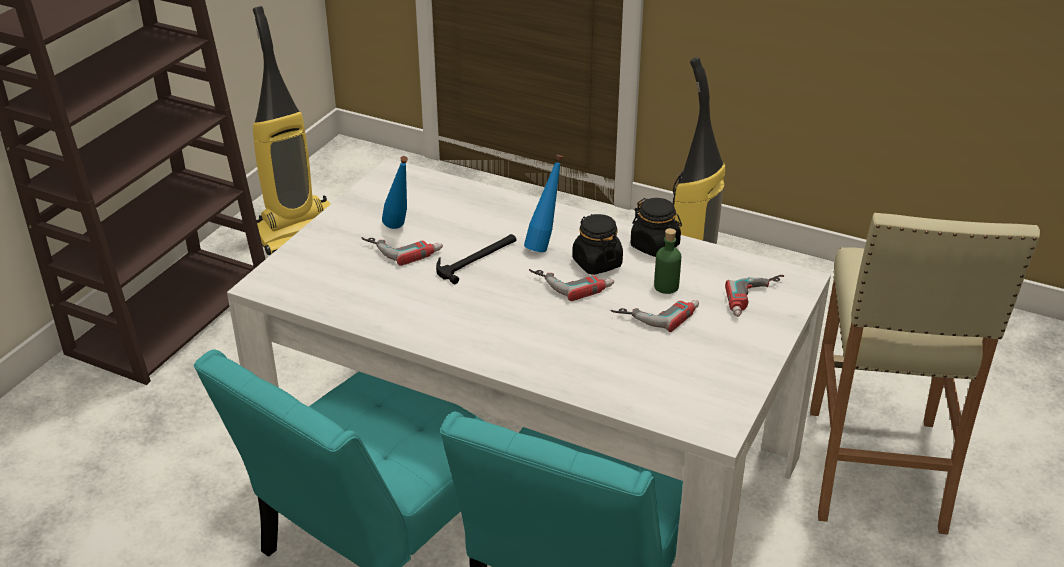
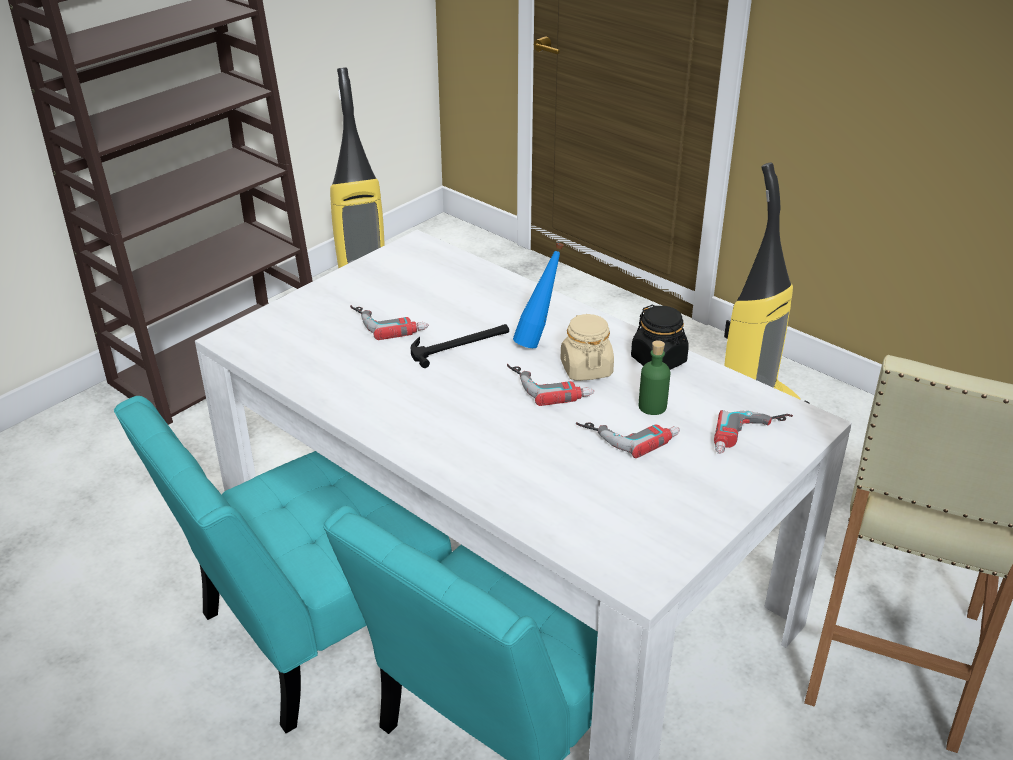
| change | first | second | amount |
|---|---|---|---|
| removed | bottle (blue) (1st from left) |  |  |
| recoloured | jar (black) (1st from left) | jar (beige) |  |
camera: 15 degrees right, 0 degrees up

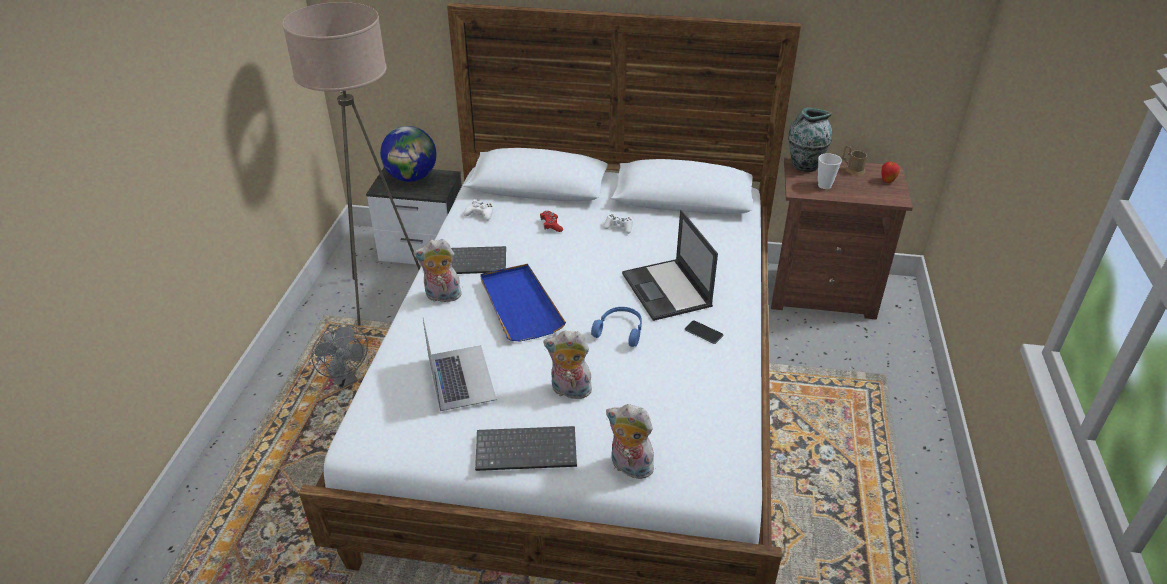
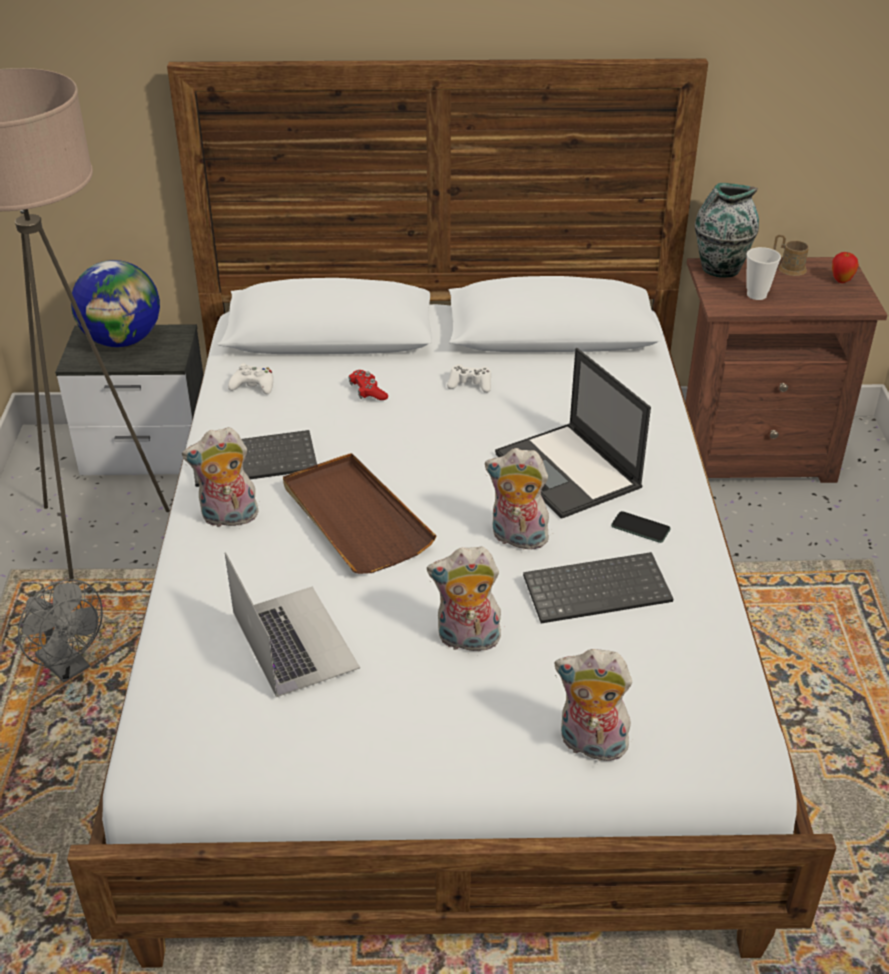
| change | first | second | amount |
|---|---|---|---|
| recoloured | tray (blue) | tray (brown) |  |
| replaced | headphones (blue) | plush toy (3rd from left) |  |
| moved | keyboard (2nd from left) |  |  |
camera: 10 degrees left, 0 degrees up

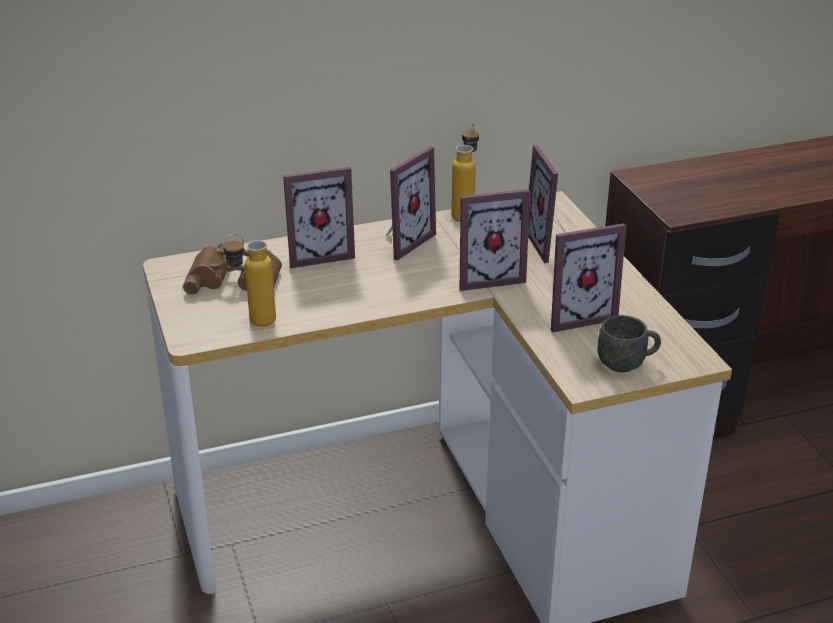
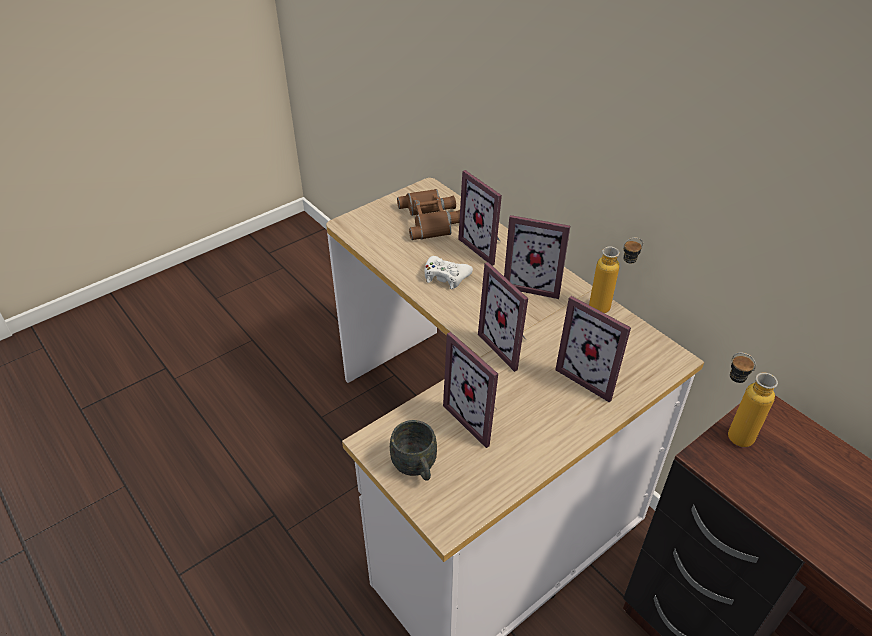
| change | first | second | amount |
|---|---|---|---|
| turned | picture frame (4th from left in the first image) | picture frame (5th from left) | 105 degrees counterclockwise |
| moved | bottle (1st from left in the first image) | bottle (2nd from left) |  |
| added |  | game controller (white) |  |
camera: 70 degrees right, 10 degrees up

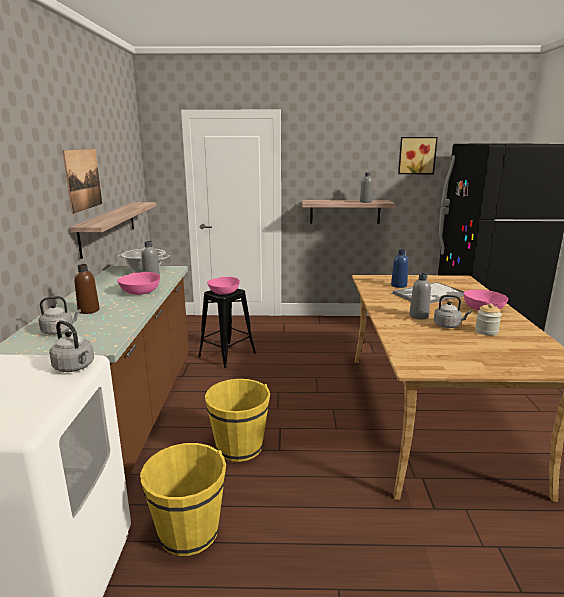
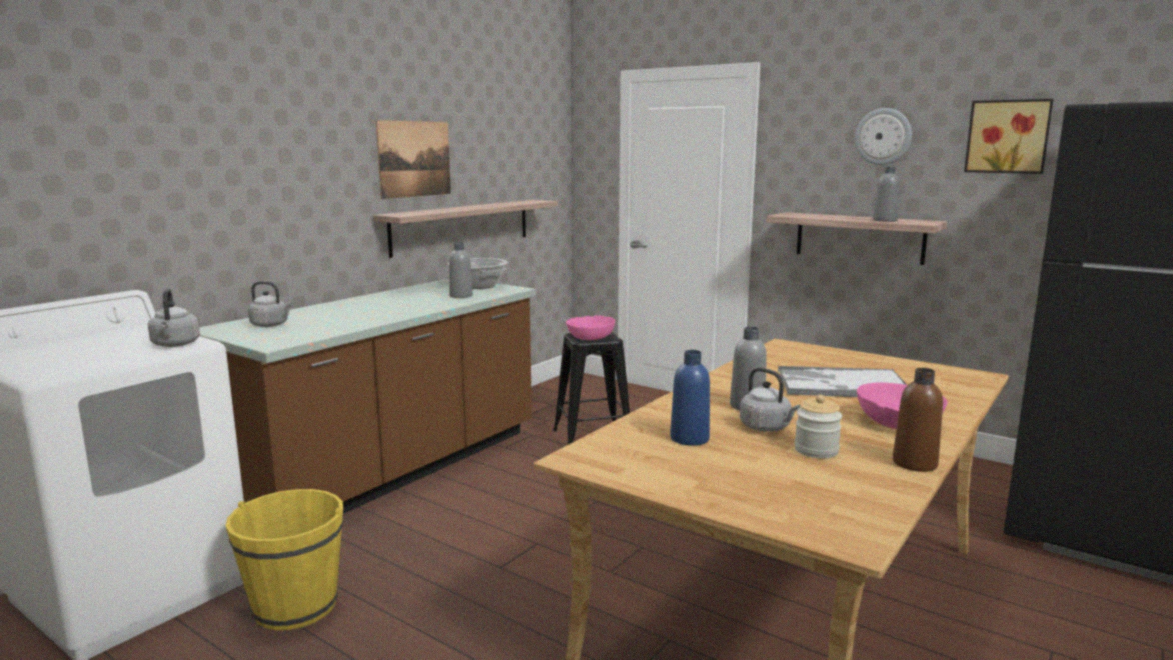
| change | first | second | amount |
|---|---|---|---|
| moved | bottle (blue) |  |  |
| moved | bottle (brown) |  |  |
| removed | bowl (pink) (1st from left) |  |  |
| removed | bucket (yellow) (2nd from left) |  |  |
| added |  | wall clock |  |
camera: 35 degrees right, 5 degrees down

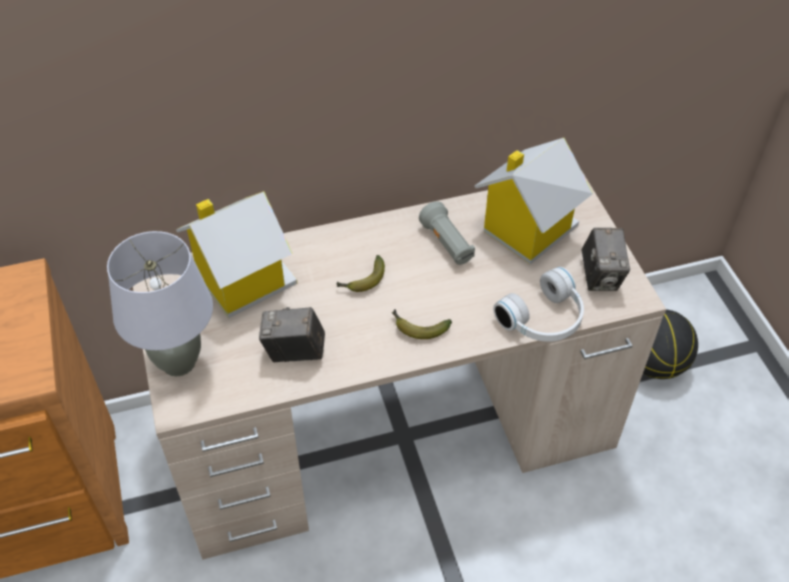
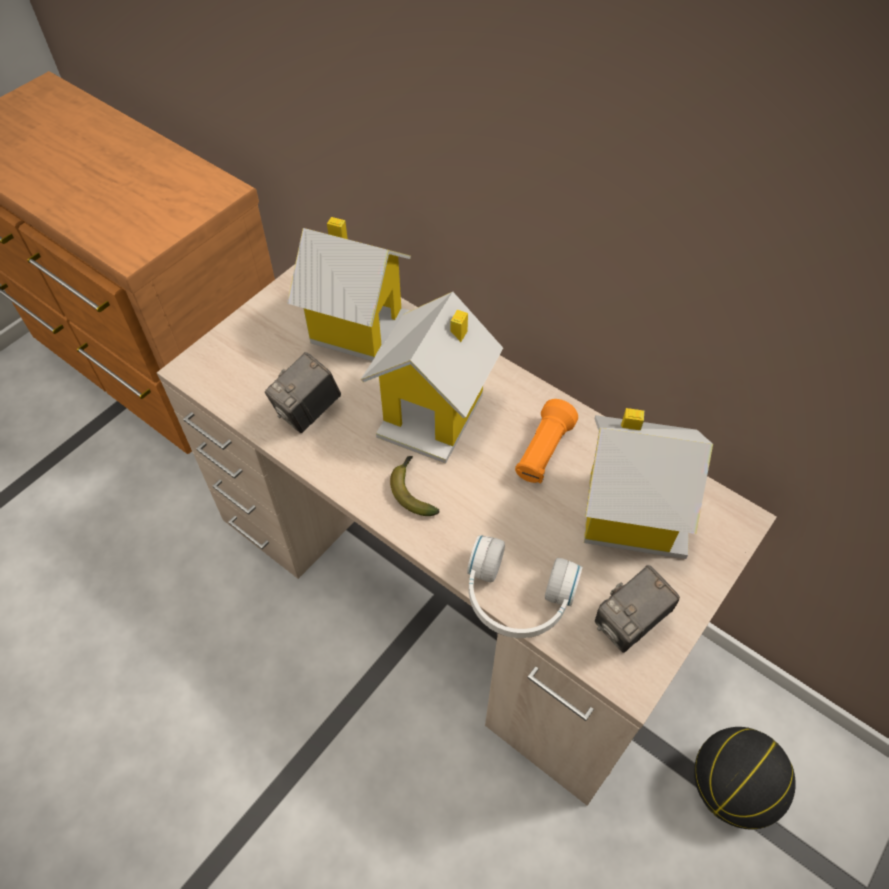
| change | first | second | amount |
|---|---|---|---|
| recoloured | flashlight (grey) | flashlight (orange) |  |
| removed | table lamp (grey) |  |  |
| replaced | banana (1st from left) | toy house (2nd from left) |  |
| turned | photo camera (1st from left) |  | 105 degrees counterclockwise |
camera: 55 degrees right, 5 degrees up

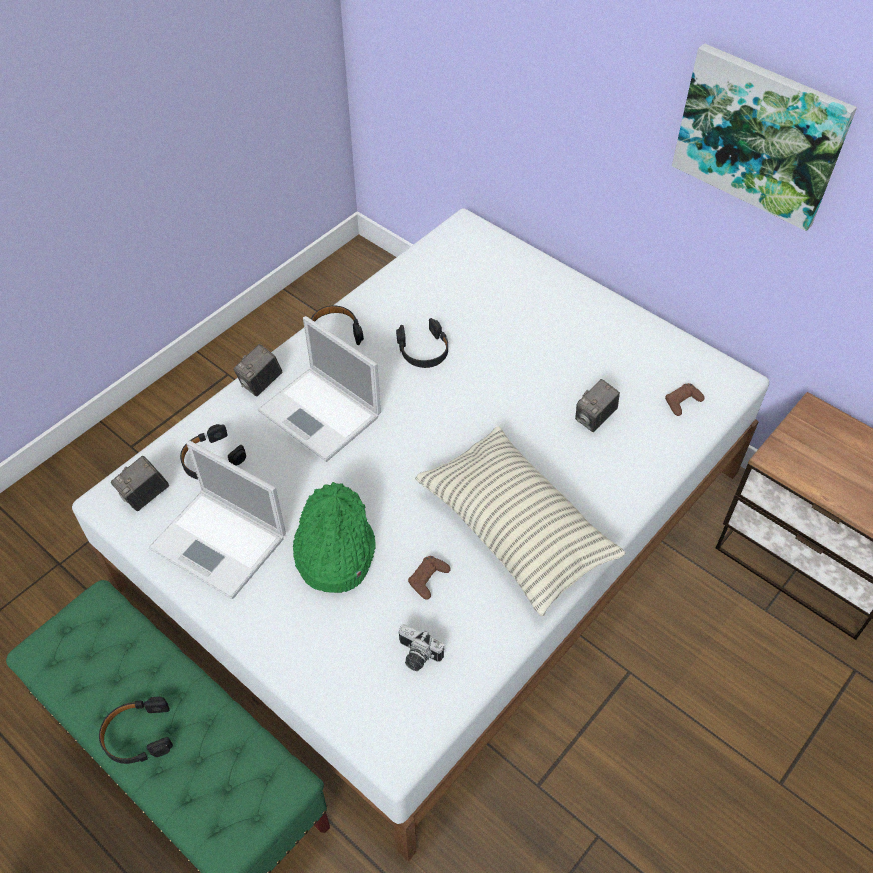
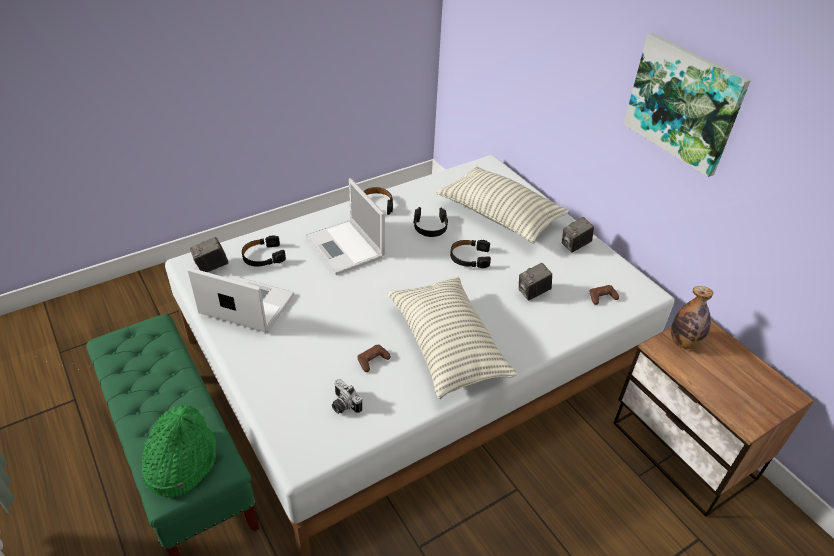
| change | first | second | amount |
|---|---|---|---|
| moved | photo camera (2nd from left in the first image) | photo camera (4th from left) |  |
| turned | laptop (1st from left) |  | 150 degrees clockwise |
| moved | hat (green) |  |  |
| moved | headphones (black) (1st from left in the first image) | headphones (black) (4th from left) |  |
| added |  | pillow (2nd from left) |  |
| added |  | bottle |  |
camera: 15 degrees right, 10 degrees down

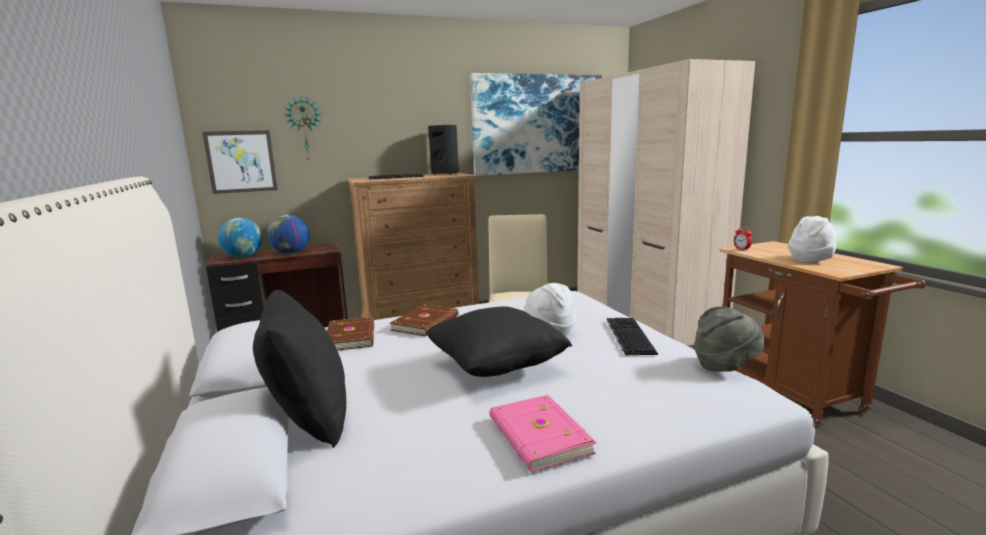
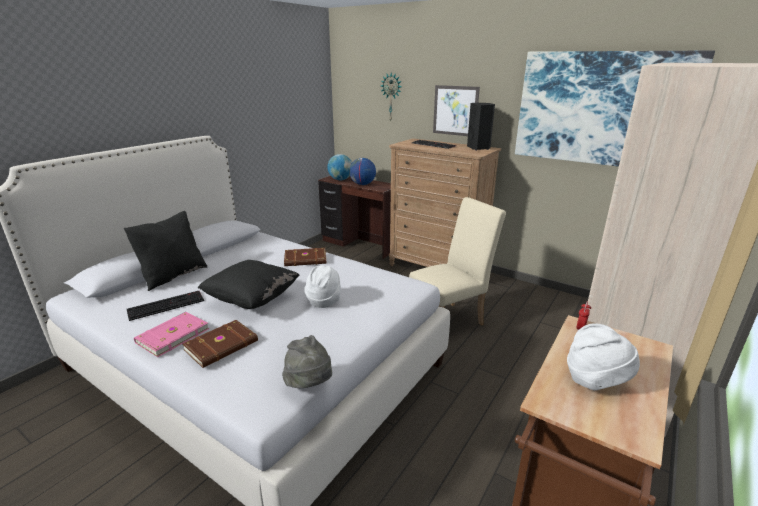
| change | first | second | amount |
|---|---|---|---|
| moved | picture (1st from left) |  |  |
| moved | book (brown) (1st from left) |  |  |
| moved | keyboard (2nd from left in the first image) | keyboard (1st from left) |  |
camera: 55 degrees right, 10 degrees up

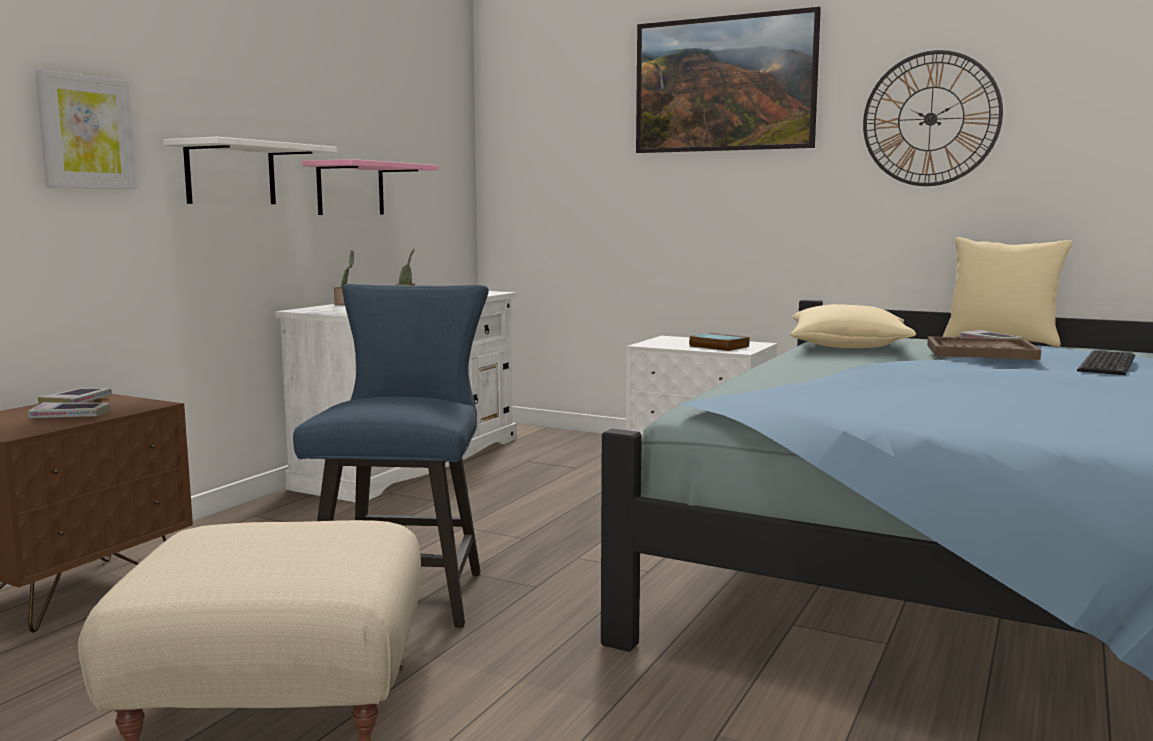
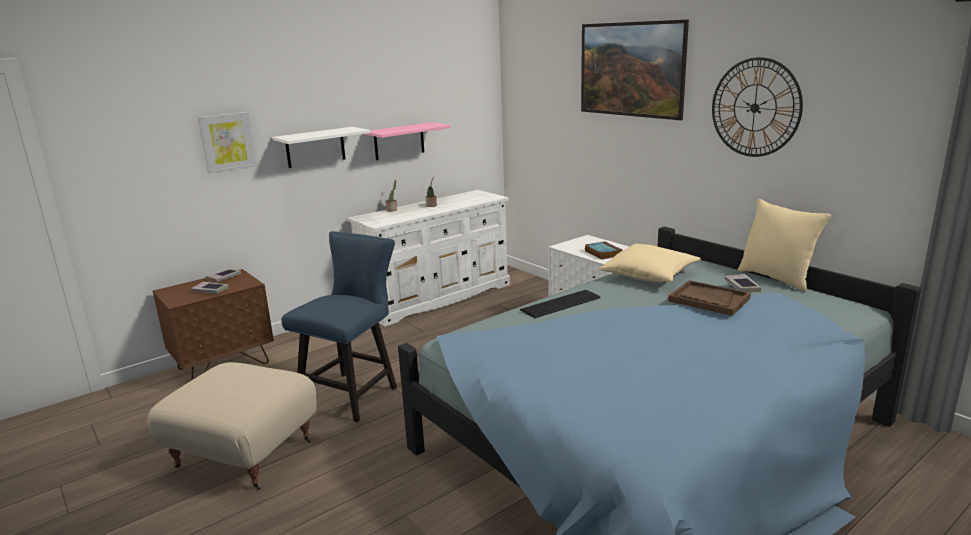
| change | first | second | amount |
|---|---|---|---|
| moved | keyboard |  |  |
camera: 25 degrees right, 10 degrees up

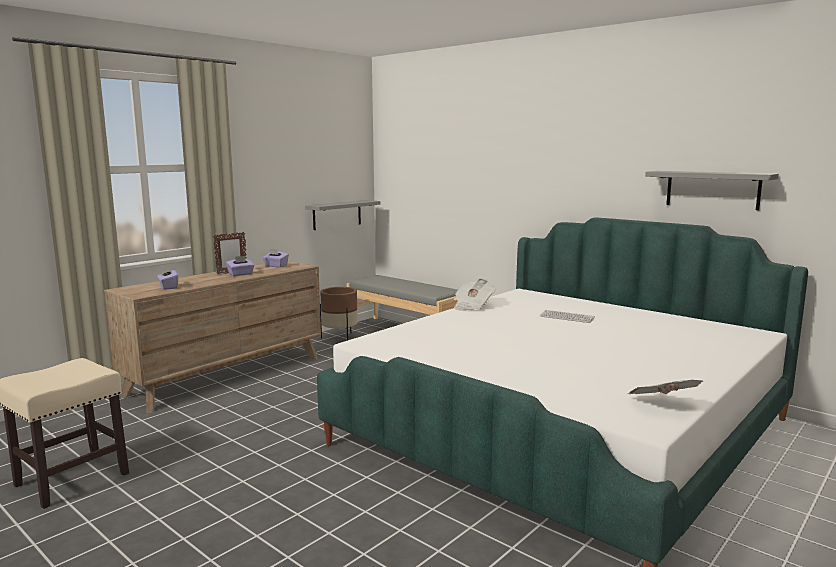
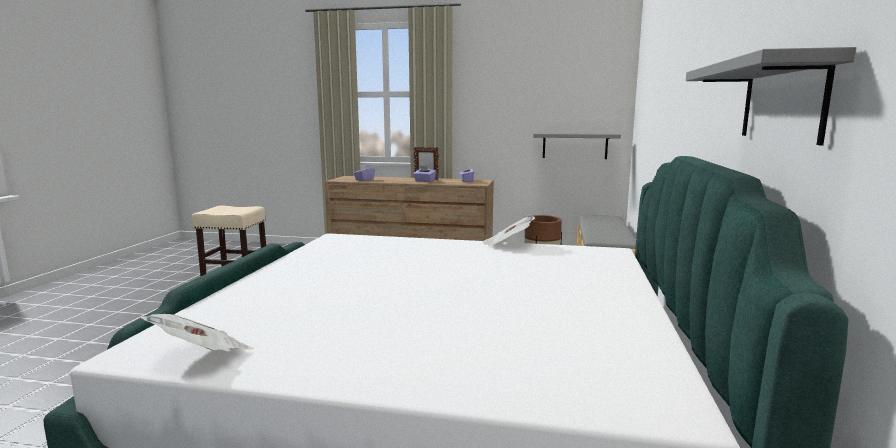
| change | first | second | amount |
|---|---|---|---|
| removed | keyboard |  |  |
camera: 60 degrees right, 0 degrees up

